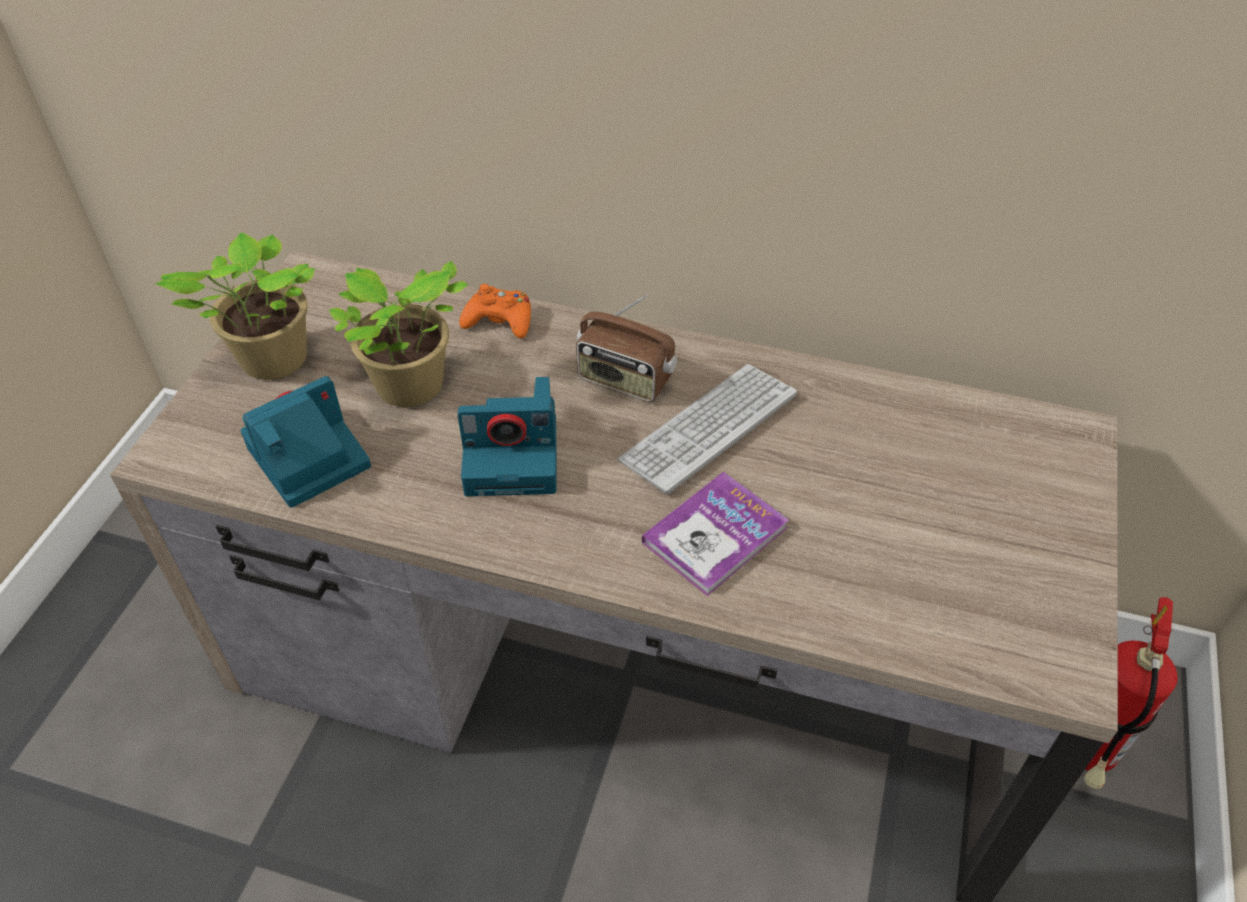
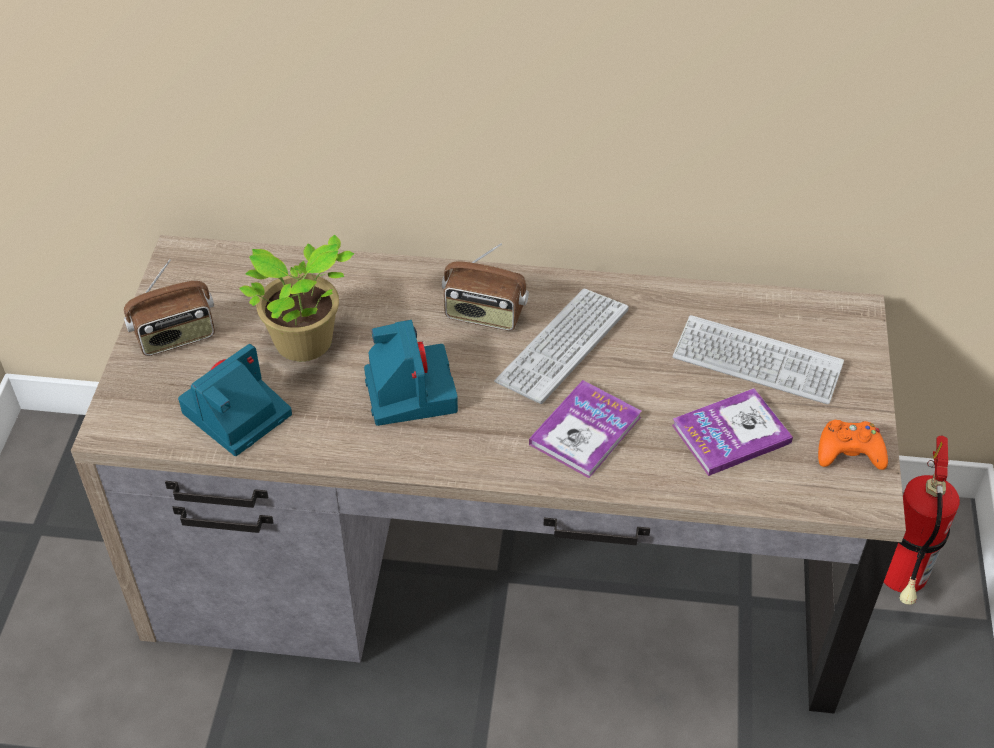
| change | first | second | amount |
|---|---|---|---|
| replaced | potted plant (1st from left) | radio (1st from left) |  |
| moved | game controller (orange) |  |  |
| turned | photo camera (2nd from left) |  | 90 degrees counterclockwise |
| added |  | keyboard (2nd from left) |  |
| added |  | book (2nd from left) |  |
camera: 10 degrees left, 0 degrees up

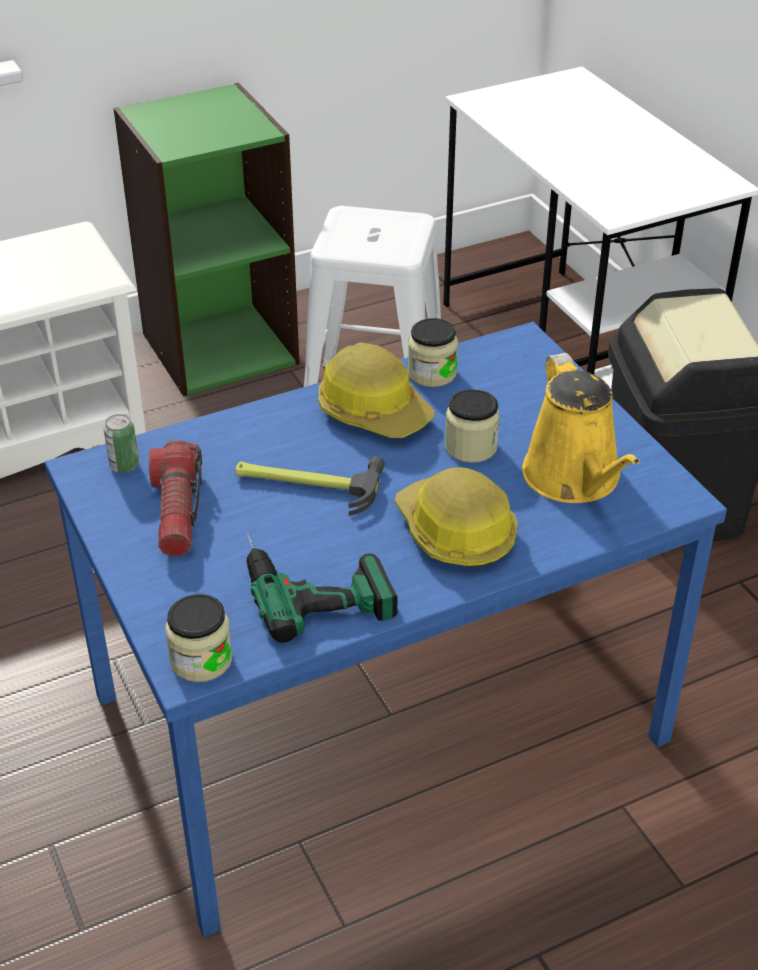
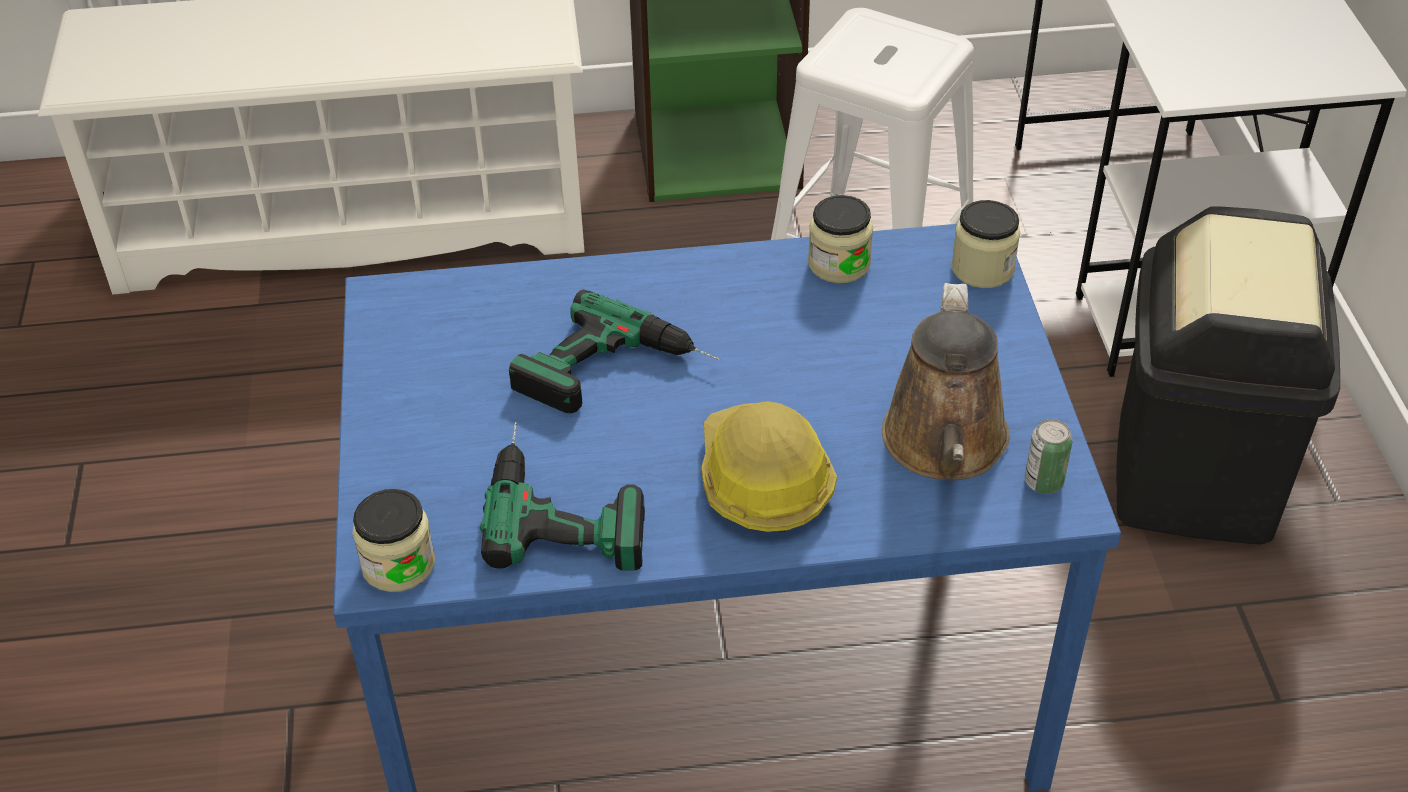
| change | first | second | amount |
|---|---|---|---|
| removed | hard hat (1st from left) |  |  |
| recoloured | watering can (yellow) | watering can (brown) |  |
| moved | jar (3rd from left) |  |  |
| moved | can |  |  |
| removed | flashlight |  |  |
| replaced | hammer | power drill (2nd from left) |  |
camera: 20 degrees right, 5 degrees up

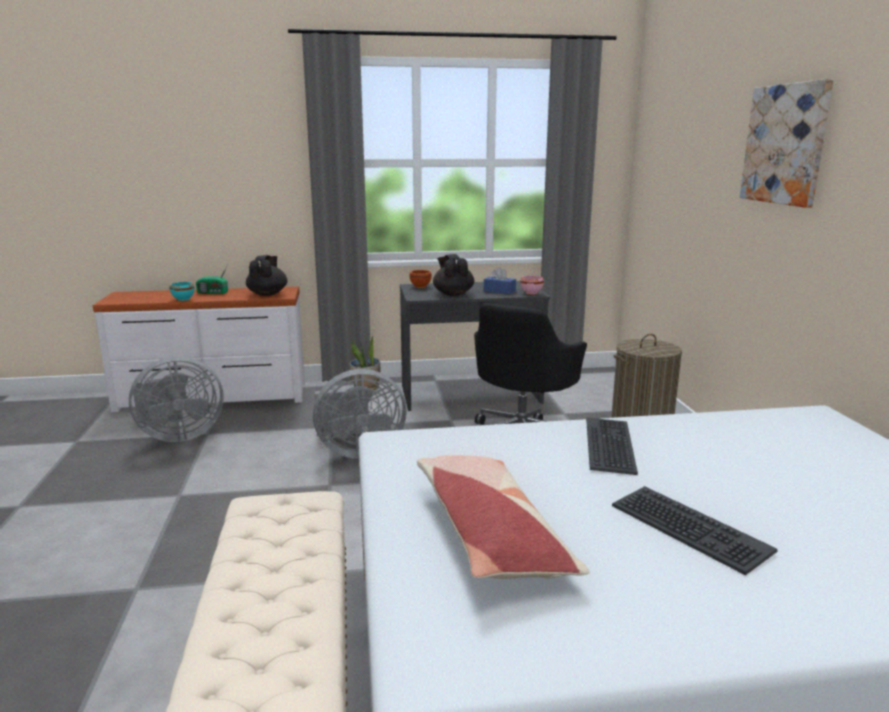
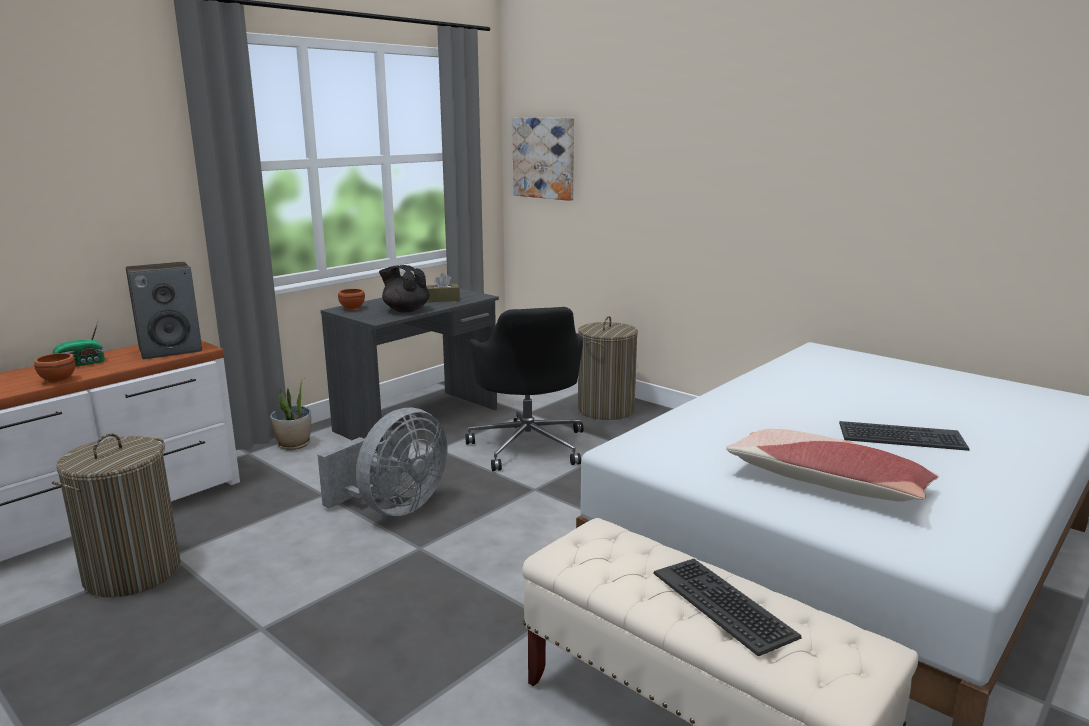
| change | first | second | amount |
|---|---|---|---|
| moved | picture |  |  |
| replaced | teapot (black) (1st from left) | speaker |  |
| recoloured | tissue box (blue) | tissue box (brown) |  |
| removed | bowl (pink) |  |  |
| recoloured | bowl (turquoise) | bowl (brown) (1st from left) |  |
| replaced | fan (grey) (1st from left) | laundry basket (1st from left) |  |
| moved | keyboard (1st from left) |  |  |
camera: 40 degrees left, 0 degrees up

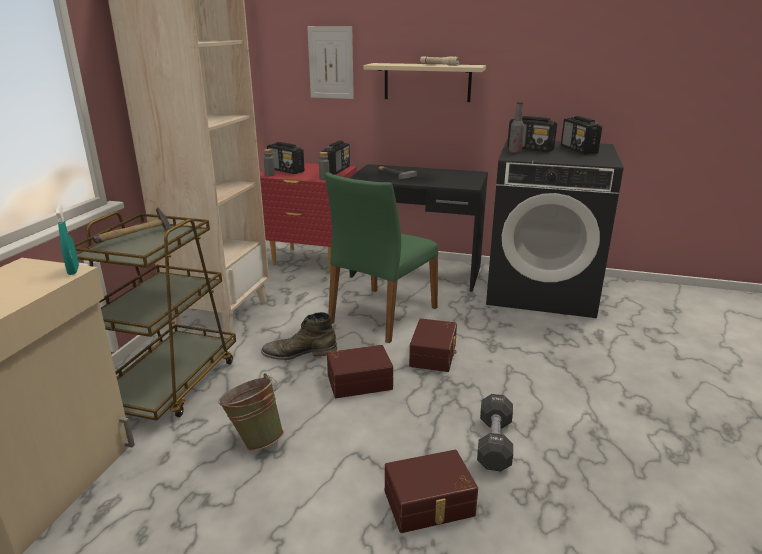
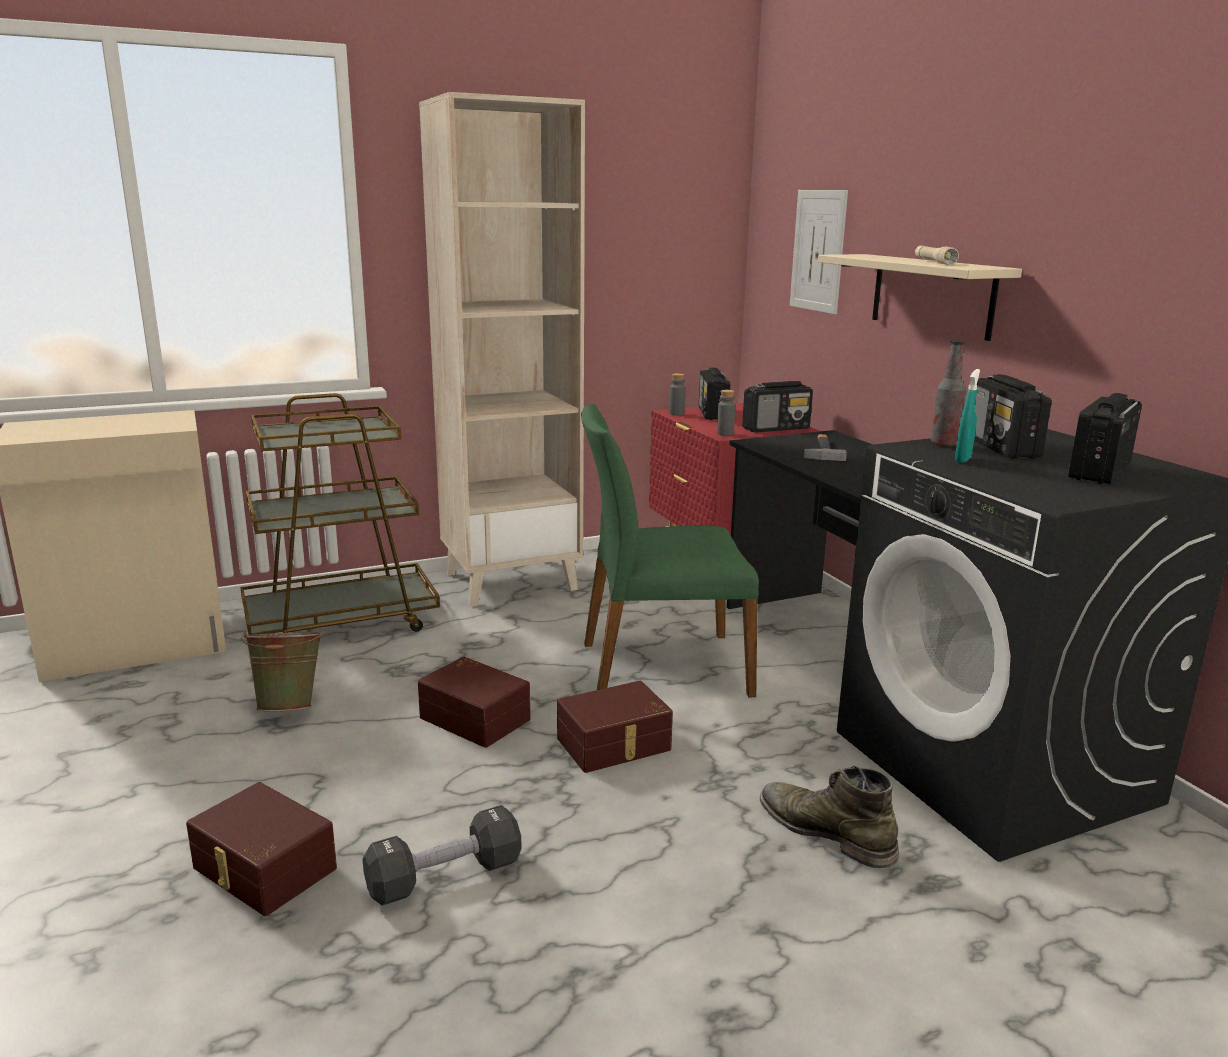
| change | first | second | amount |
|---|---|---|---|
| moved | spray bottle (turquoise) |  |  |
| removed | hammer (1st from left) |  |  |
| moved | boot (green) |  |  |
camera: 50 degrees right, 5 degrees down

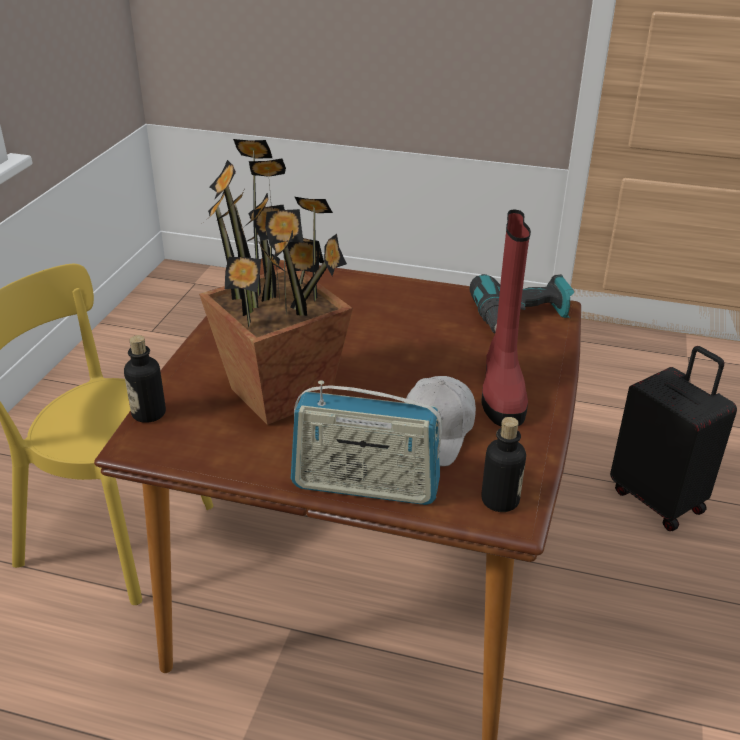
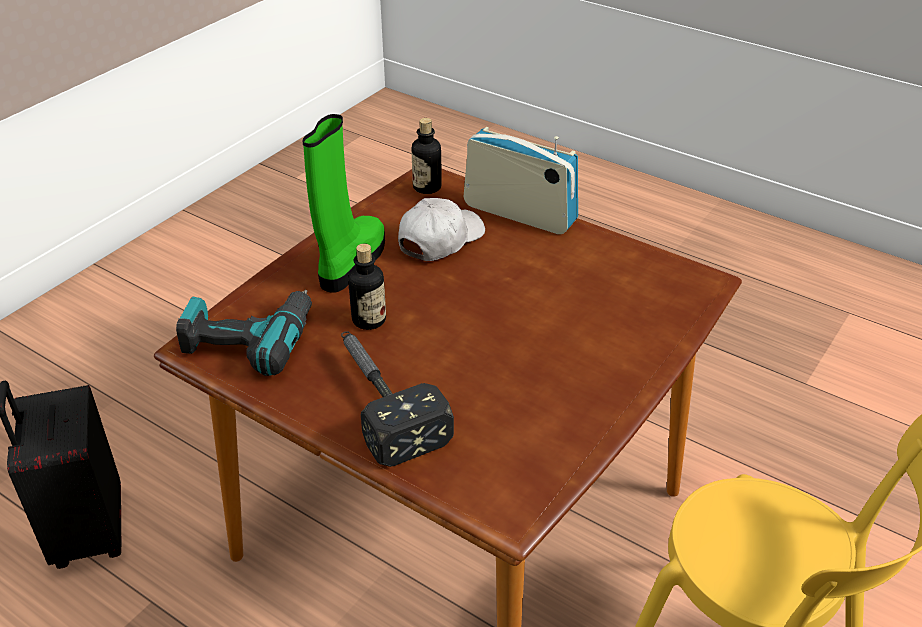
| change | first | second | amount |
|---|---|---|---|
| removed | potted plant |  |  |
| recoloured | boot (red) | boot (green) |  |
| moved | bottle (1st from left) |  |  |
| added |  | hammer |  |
camera: 160 degrees left, 5 degrees up

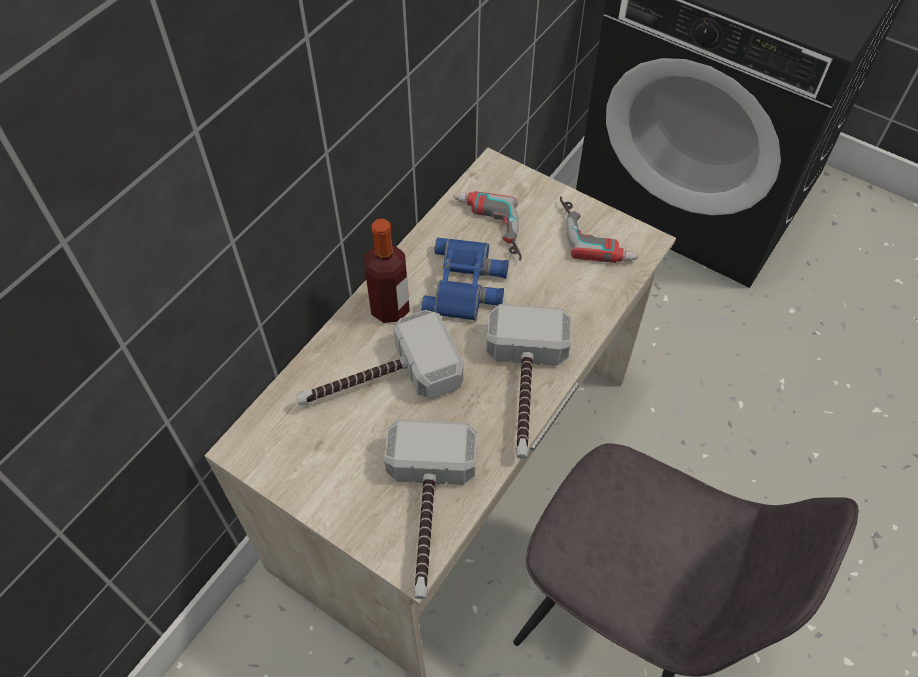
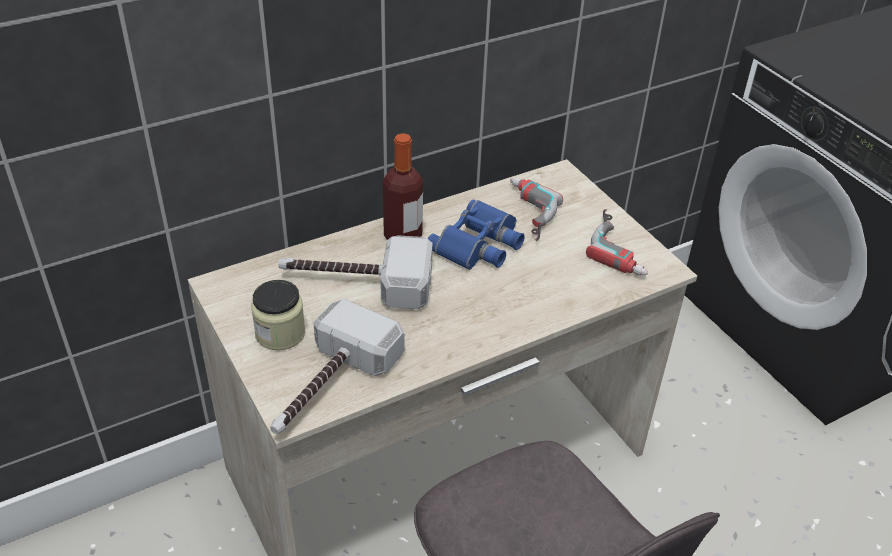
| change | first | second | amount |
|---|---|---|---|
| removed | hammer (3rd from left) |  |  |
| added |  | jar |  |
camera: 25 degrees right, 15 degrees down

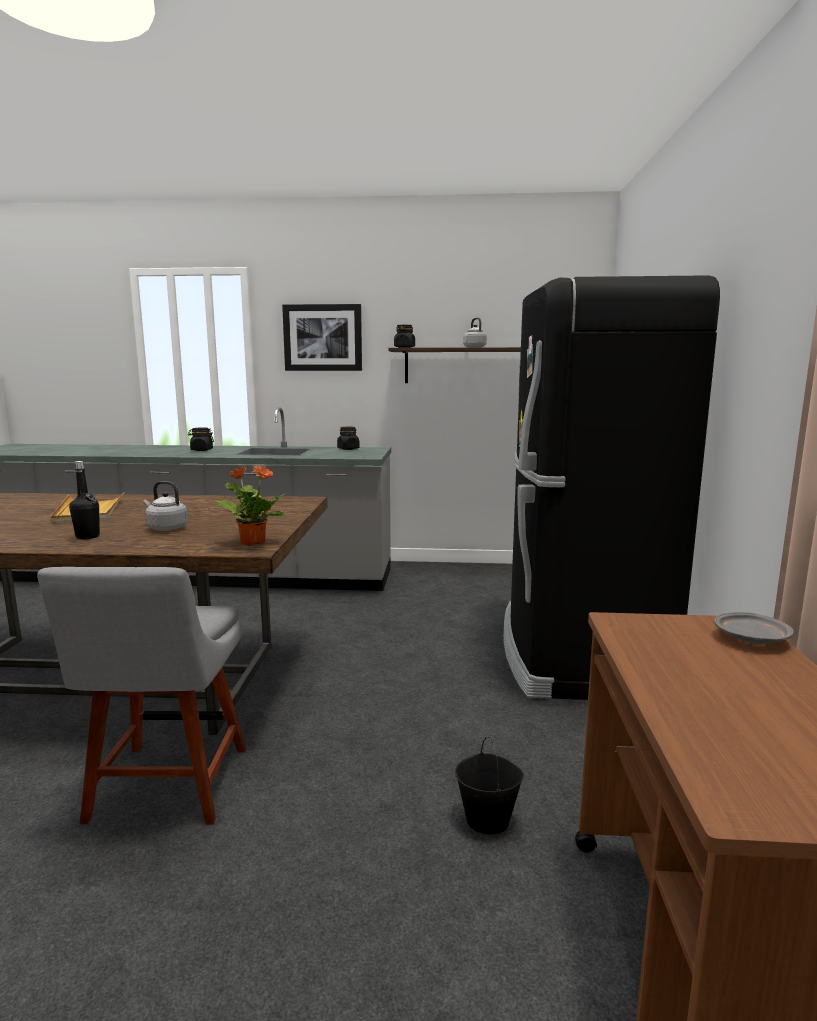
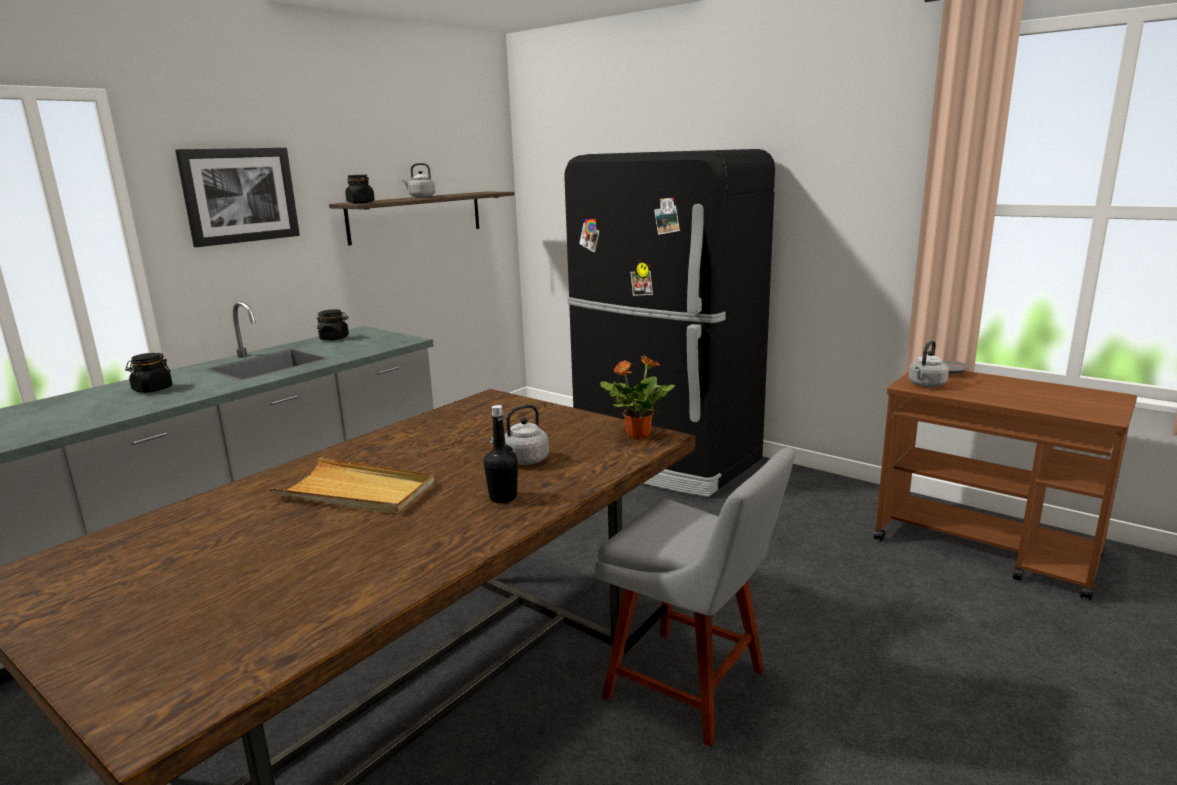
| change | first | second | amount |
|---|---|---|---|
| removed | bucket (black) |  |  |
| added |  | kettle (grey) (3rd from left) |  |
camera: 55 degrees left, 5 degrees up

